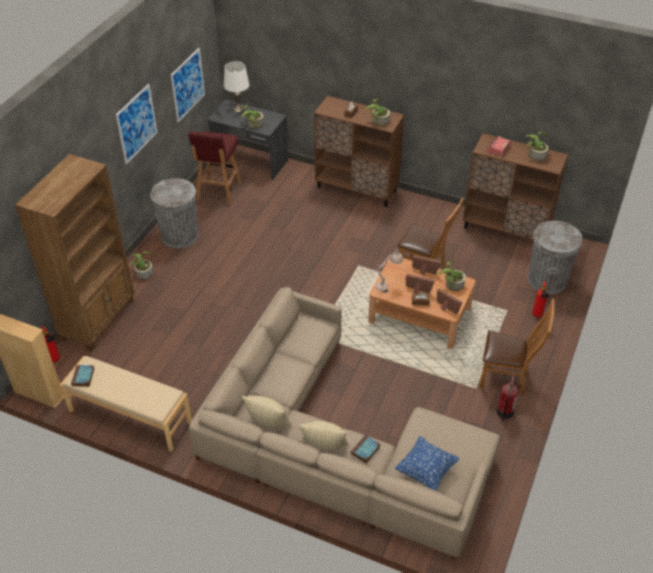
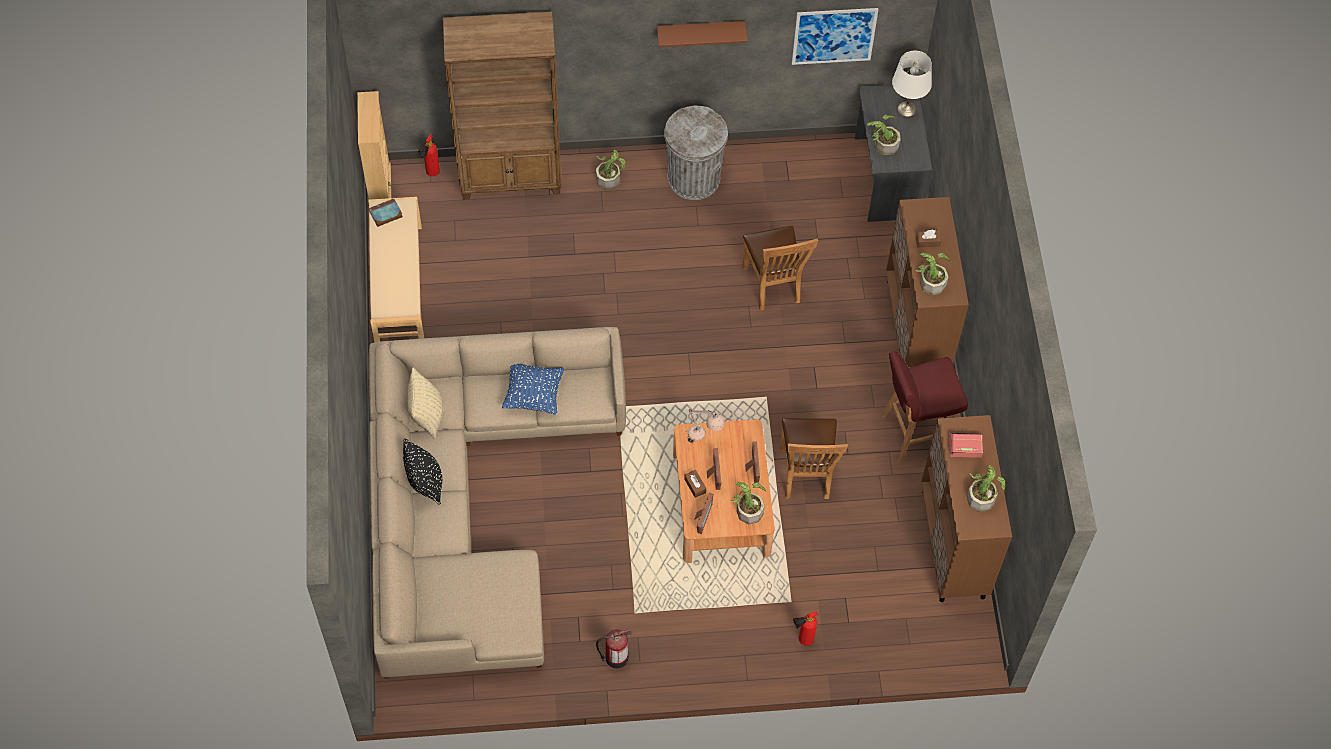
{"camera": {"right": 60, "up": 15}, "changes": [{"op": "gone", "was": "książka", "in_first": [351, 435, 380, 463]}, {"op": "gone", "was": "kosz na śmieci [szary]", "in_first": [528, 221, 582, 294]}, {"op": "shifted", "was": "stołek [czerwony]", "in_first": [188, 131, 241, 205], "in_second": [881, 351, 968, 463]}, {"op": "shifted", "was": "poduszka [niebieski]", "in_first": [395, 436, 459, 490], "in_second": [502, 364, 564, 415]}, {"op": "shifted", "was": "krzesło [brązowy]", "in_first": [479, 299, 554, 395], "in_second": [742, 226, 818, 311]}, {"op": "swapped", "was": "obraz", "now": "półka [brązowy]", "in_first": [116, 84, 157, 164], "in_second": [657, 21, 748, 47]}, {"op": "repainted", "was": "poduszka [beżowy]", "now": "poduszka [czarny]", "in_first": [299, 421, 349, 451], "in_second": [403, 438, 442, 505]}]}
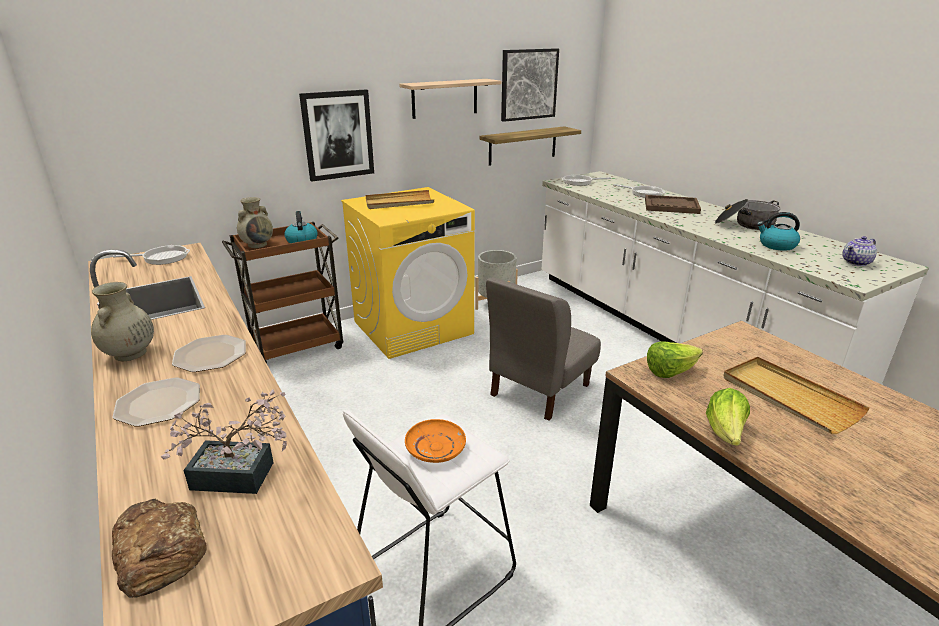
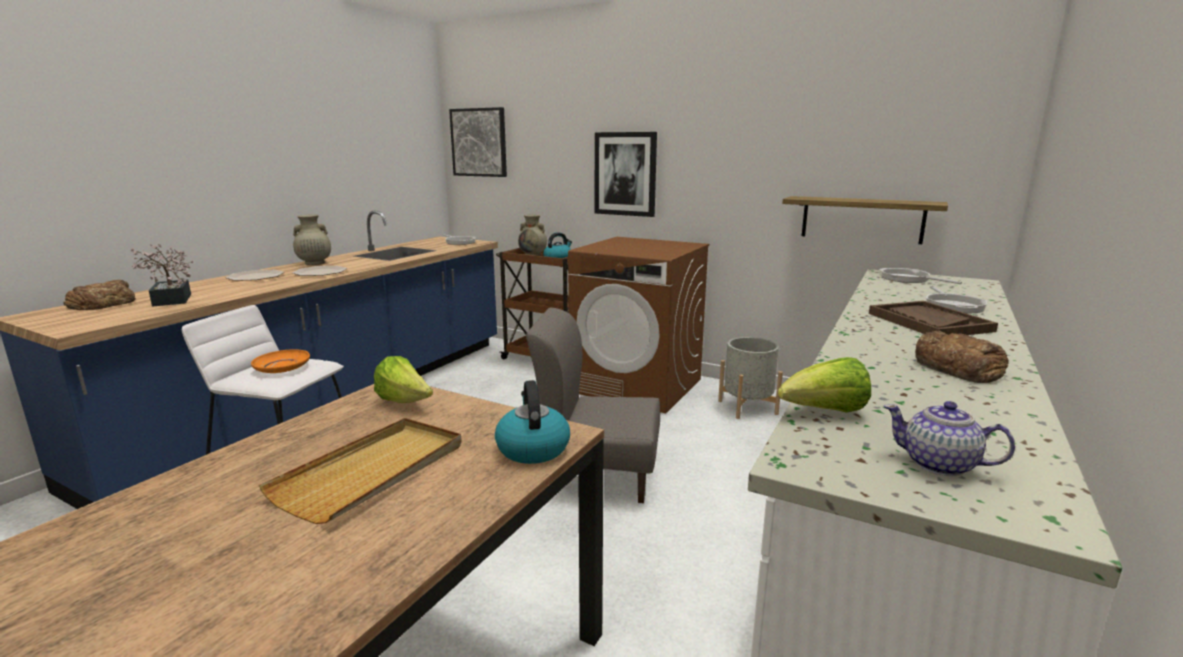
{"camera": {"right": 60, "up": -10}, "changes": [{"op": "gone", "was": "taca [beżowy]", "in_first": [366, 190, 434, 209]}, {"op": "gone", "was": "półka", "in_first": [399, 79, 502, 119]}, {"op": "shifted", "was": "obraz", "in_first": [501, 48, 559, 122], "in_second": [449, 107, 507, 177]}, {"op": "shifted", "was": "sałata", "in_first": [706, 388, 750, 446], "in_second": [778, 357, 871, 413]}, {"op": "shifted", "was": "czajnik", "in_first": [757, 212, 800, 251], "in_second": [495, 380, 570, 464]}, {"op": "swapped", "was": "garnek", "now": "chleb", "in_first": [715, 199, 781, 230], "in_second": [915, 331, 1009, 383]}, {"op": "repainted", "was": "pralka [żółty]", "now": "pralka [brązowy]", "in_first": [341, 187, 475, 359], "in_second": [568, 237, 709, 413]}]}
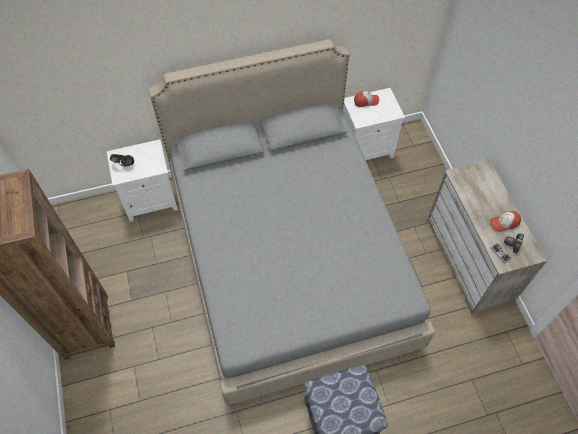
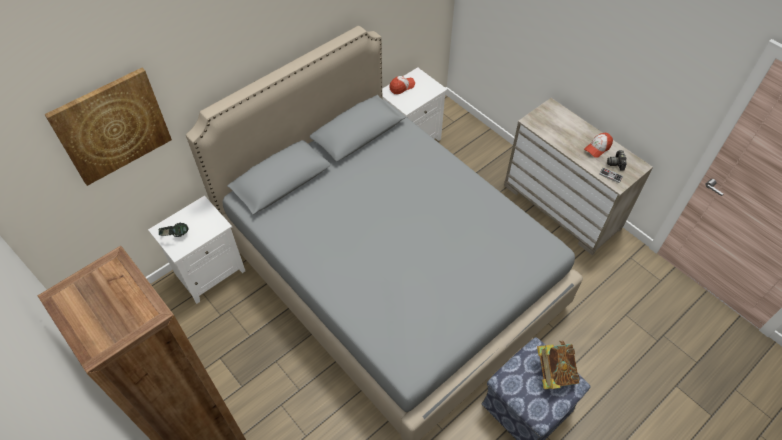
{"camera": {"right": -25, "up": -5}, "changes": [{"op": "new", "now": "obraz", "in_second": [44, 68, 172, 186]}, {"op": "new", "now": "książka", "in_second": [537, 341, 580, 389]}]}
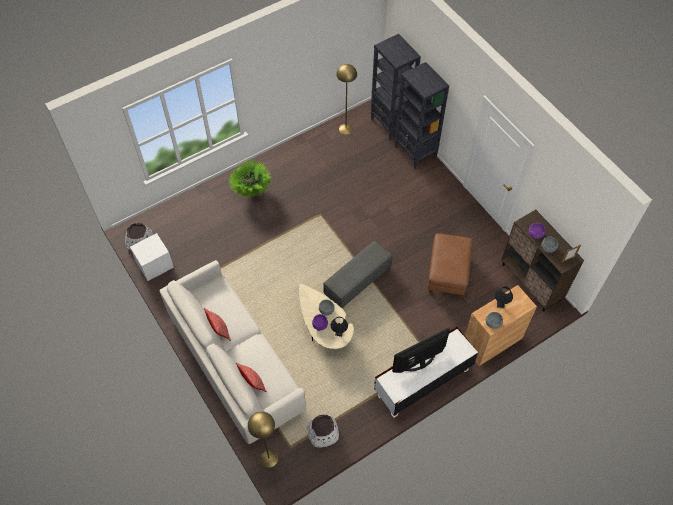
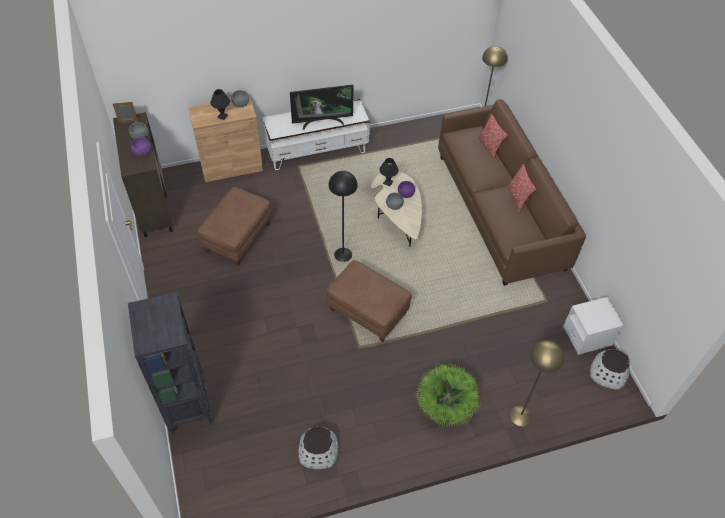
{"camera": {"right": -165, "up": -5}, "changes": [{"op": "gone", "was": "regał [czarny]", "in_first": [371, 34, 421, 141]}, {"op": "new", "now": "pufa [brązowy]", "in_second": [327, 260, 412, 342]}, {"op": "shifted", "was": "donica [biały]", "in_first": [307, 415, 339, 448], "in_second": [298, 427, 338, 469]}, {"op": "shifted", "was": "lampa stojąca [żółty]", "in_first": [336, 64, 357, 135], "in_second": [510, 340, 565, 426]}, {"op": "swapped", "was": "pufa [szary]", "now": "lampa stojąca [czarny]", "in_first": [323, 240, 392, 309], "in_second": [329, 171, 358, 262]}, {"op": "repainted", "was": "kanapa [biały]", "now": "kanapa [brązowy]", "in_first": [160, 260, 306, 444], "in_second": [438, 99, 586, 286]}]}
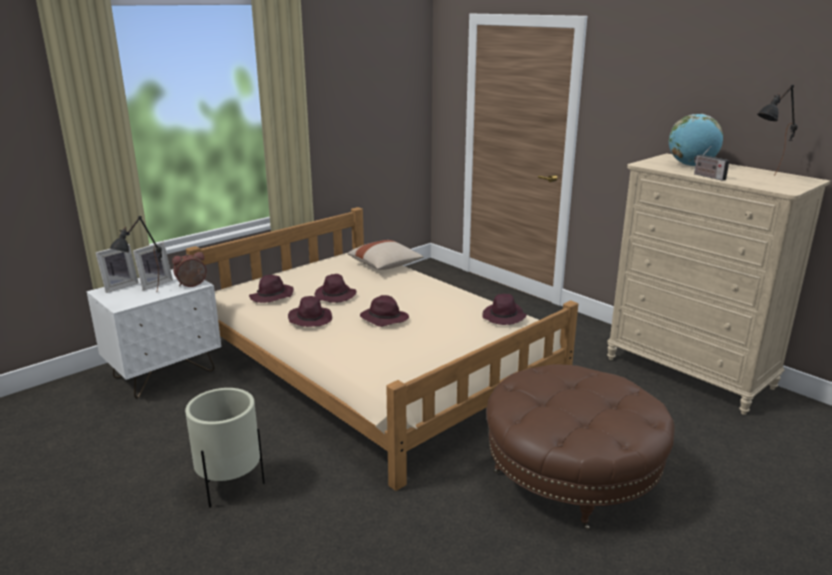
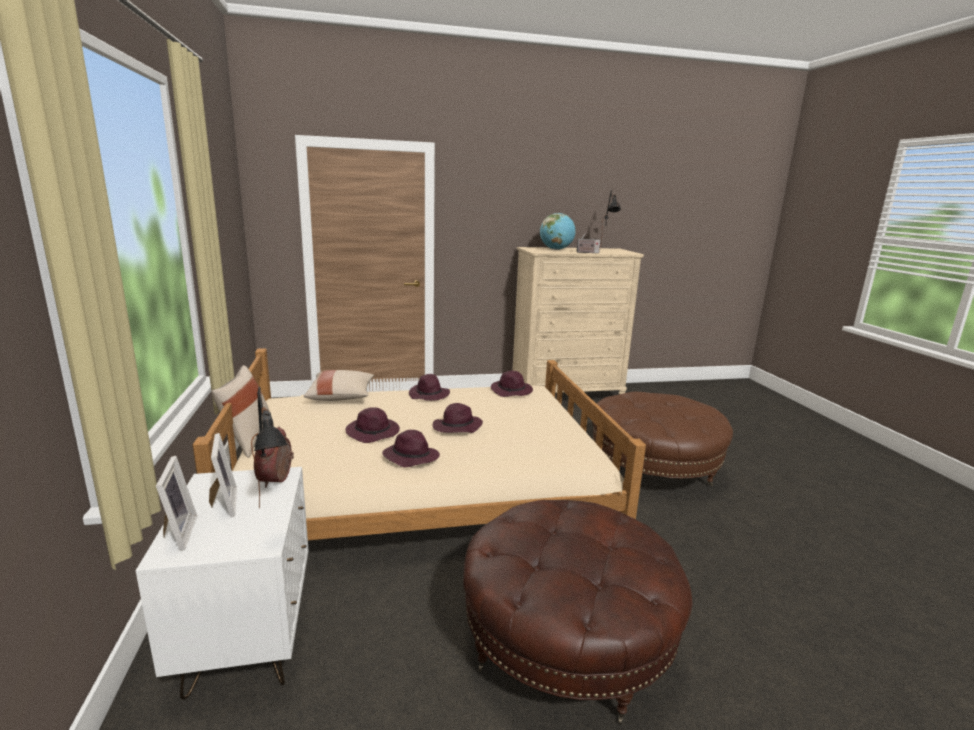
{"camera": {"right": -60, "up": -5}, "changes": [{"op": "new", "now": "poduszka [beżowy]", "in_second": [211, 365, 274, 458]}, {"op": "shifted", "was": "kapelusz [fioletowy]", "in_first": [249, 275, 294, 303], "in_second": [409, 374, 450, 401]}, {"op": "swapped", "was": "donica [beżowy]", "now": "pufa [brązowy]", "in_first": [185, 388, 265, 508], "in_second": [463, 500, 693, 724]}]}
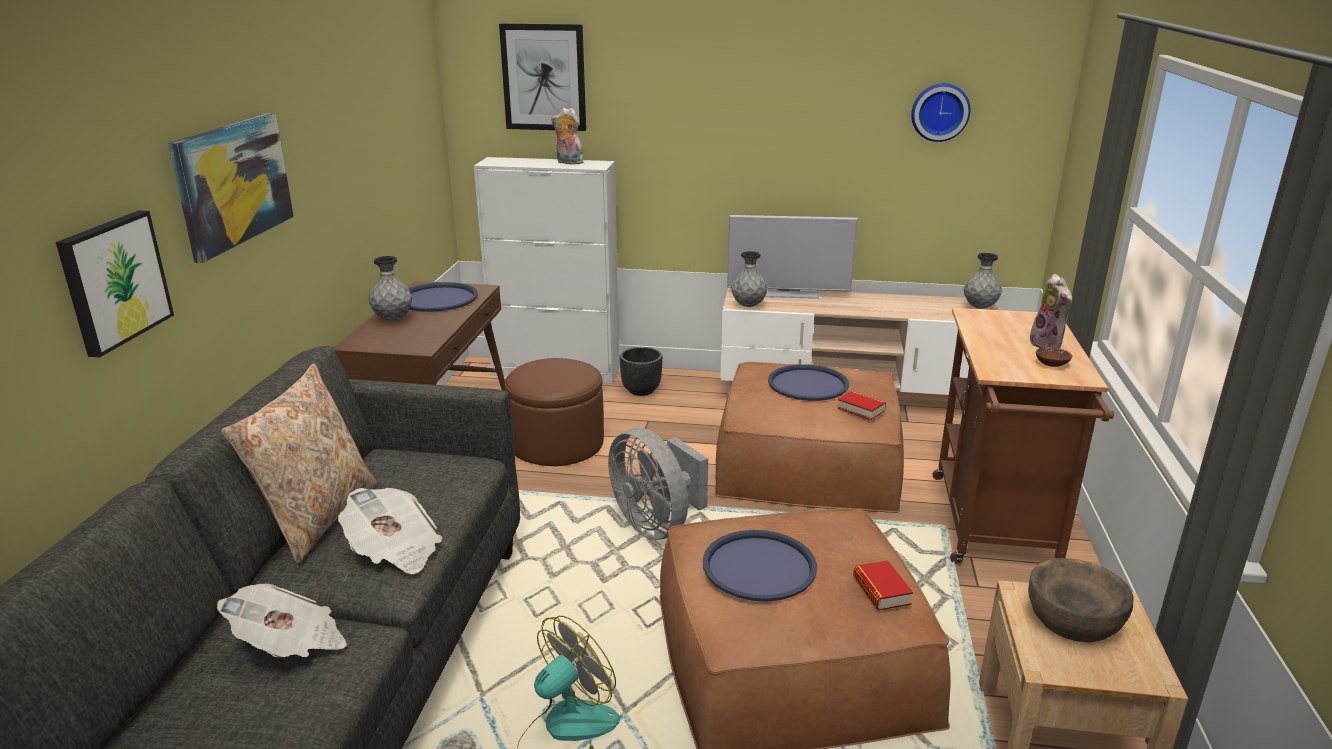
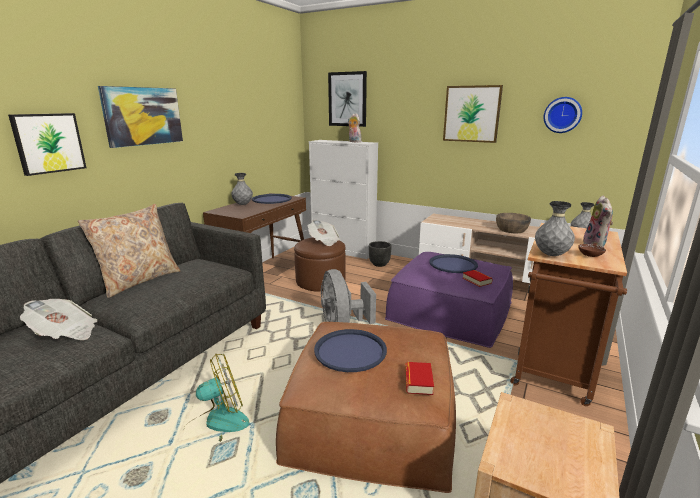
{"camera": {"right": 20, "up": -5}, "changes": [{"op": "gone", "was": "telewizor", "in_first": [727, 215, 858, 299]}, {"op": "new", "now": "obraz", "in_second": [443, 85, 503, 143]}, {"op": "shifted", "was": "gazeta", "in_first": [338, 488, 442, 574], "in_second": [308, 220, 340, 246]}, {"op": "shifted", "was": "wazon [szary]", "in_first": [731, 251, 768, 307], "in_second": [535, 201, 575, 256]}, {"op": "shifted", "was": "miska [brązowy]", "in_first": [1028, 558, 1134, 642], "in_second": [496, 213, 531, 233]}, {"op": "repainted", "was": "pufa [brązowy]", "now": "pufa [fioletowy]", "in_first": [715, 362, 904, 513], "in_second": [385, 252, 513, 348]}]}
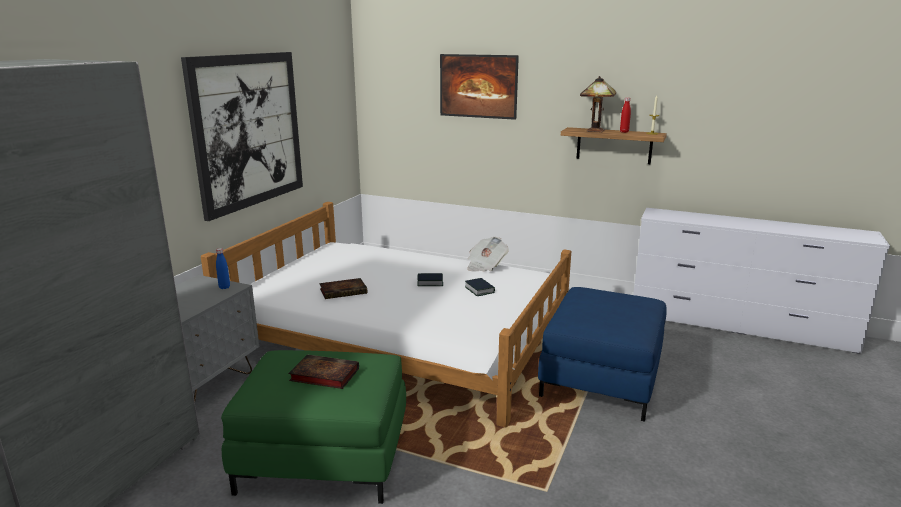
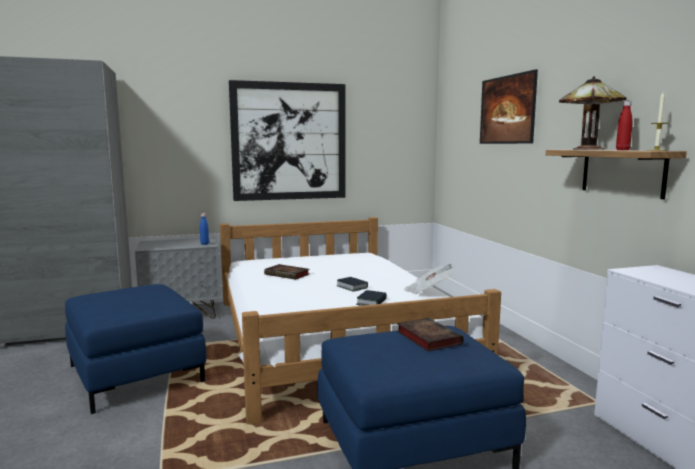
{"camera": {"right": 50, "up": -10}, "changes": [{"op": "shifted", "was": "książka", "in_first": [288, 354, 359, 389], "in_second": [397, 318, 463, 351]}, {"op": "repainted", "was": "pufa [zielony]", "now": "pufa [niebieski]", "in_first": [221, 350, 406, 504], "in_second": [65, 284, 206, 414]}]}
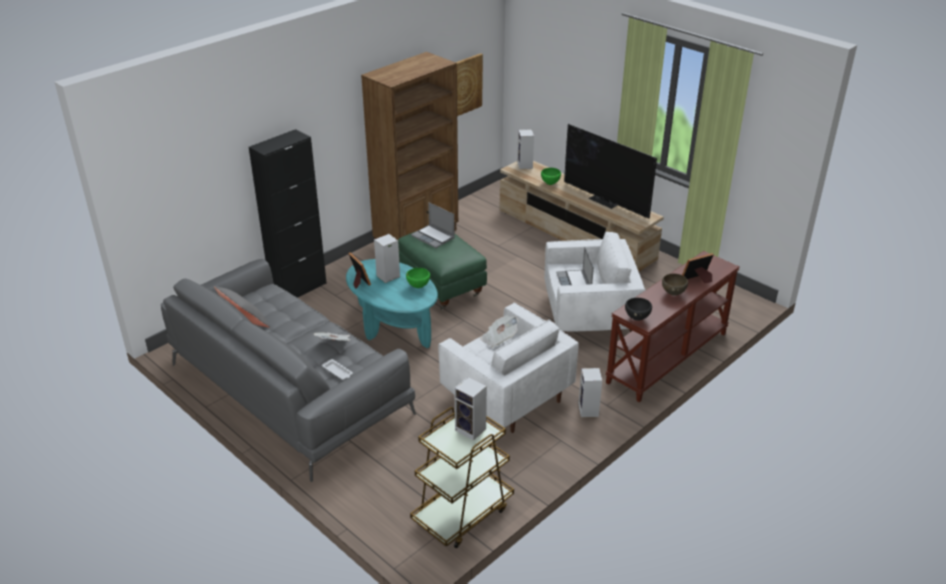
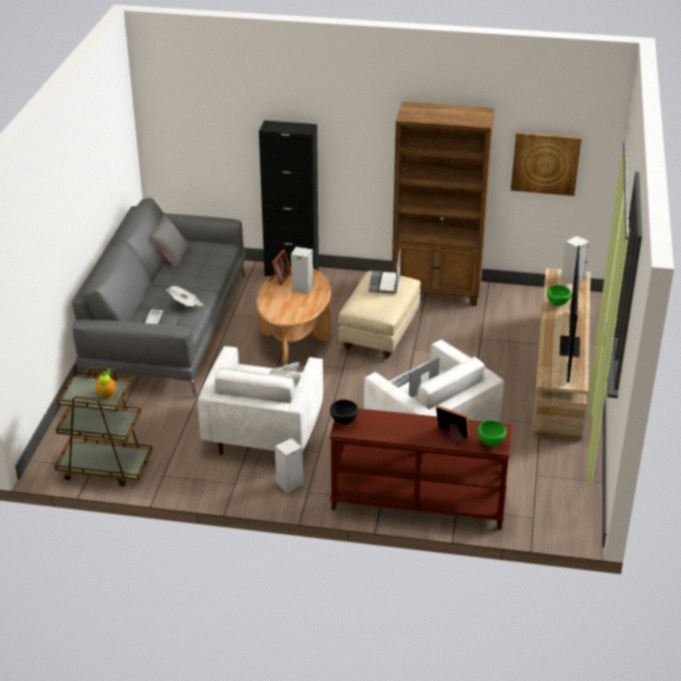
{"camera": {"right": 55, "up": 0}, "changes": [{"op": "gone", "was": "miska [brązowy]", "in_first": [662, 274, 688, 296]}, {"op": "shifted", "was": "miska [zielony]", "in_first": [406, 268, 430, 288], "in_second": [478, 421, 507, 446]}, {"op": "swapped", "was": "głośnik", "now": "imbryk", "in_first": [454, 377, 487, 441], "in_second": [95, 369, 116, 399]}, {"op": "repainted", "was": "ława [turkusowy]", "now": "ława [brązowy]", "in_first": [346, 259, 438, 348], "in_second": [256, 269, 331, 366]}, {"op": "repainted", "was": "pufa [zielony]", "now": "pufa [beżowy]", "in_first": [398, 232, 487, 310], "in_second": [338, 271, 421, 360]}]}
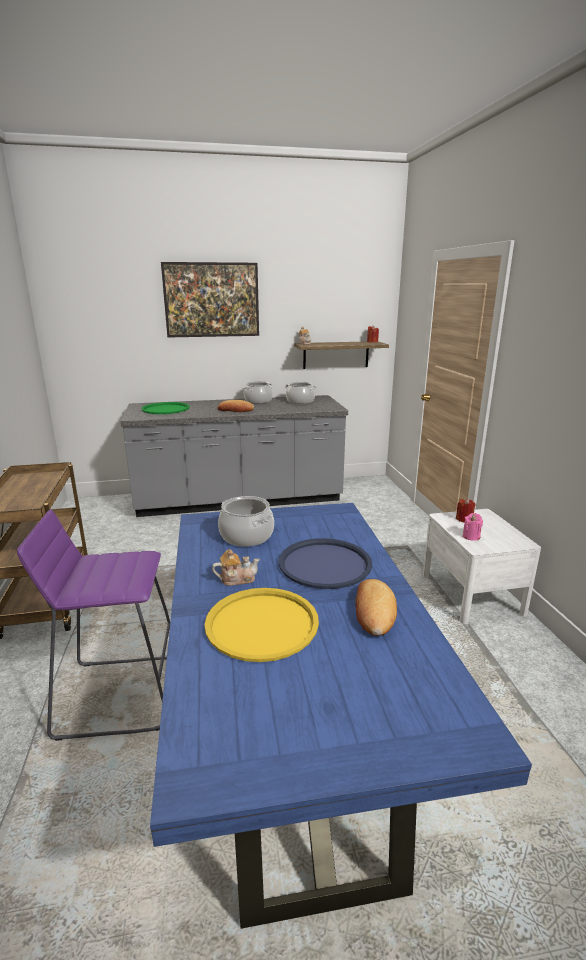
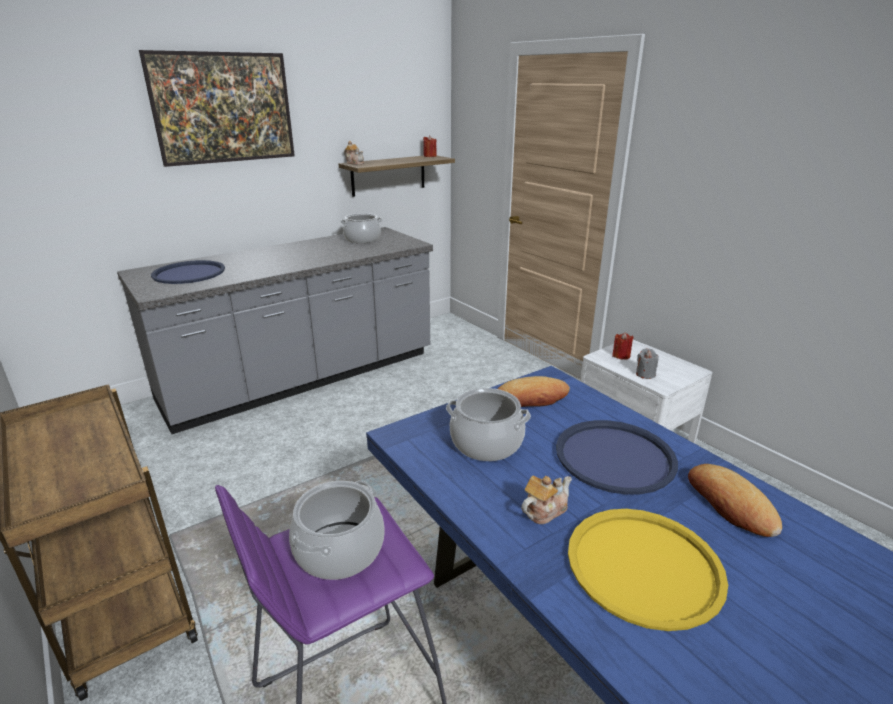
{"camera": {"right": -25, "up": 5}, "changes": [{"op": "shifted", "was": "chleb", "in_first": [218, 400, 254, 412], "in_second": [497, 376, 570, 407]}, {"op": "shifted", "was": "garnek", "in_first": [244, 381, 273, 403], "in_second": [289, 481, 385, 580]}, {"op": "repainted", "was": "taca [zielony]", "now": "taca [niebieski]", "in_first": [141, 402, 190, 414], "in_second": [151, 260, 225, 284]}, {"op": "repainted", "was": "świeca [różowy]", "now": "świeca [szary]", "in_first": [463, 513, 483, 541], "in_second": [636, 348, 659, 379]}]}
